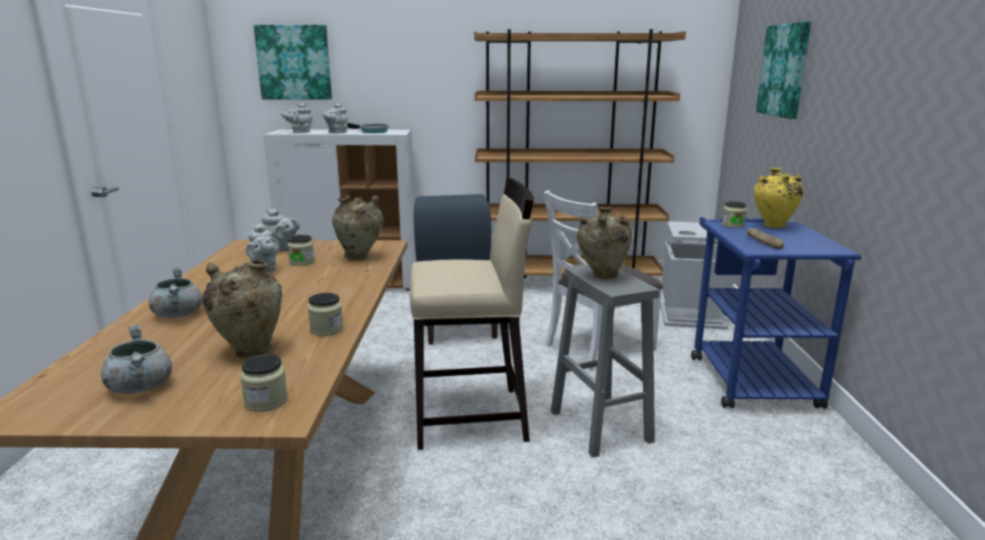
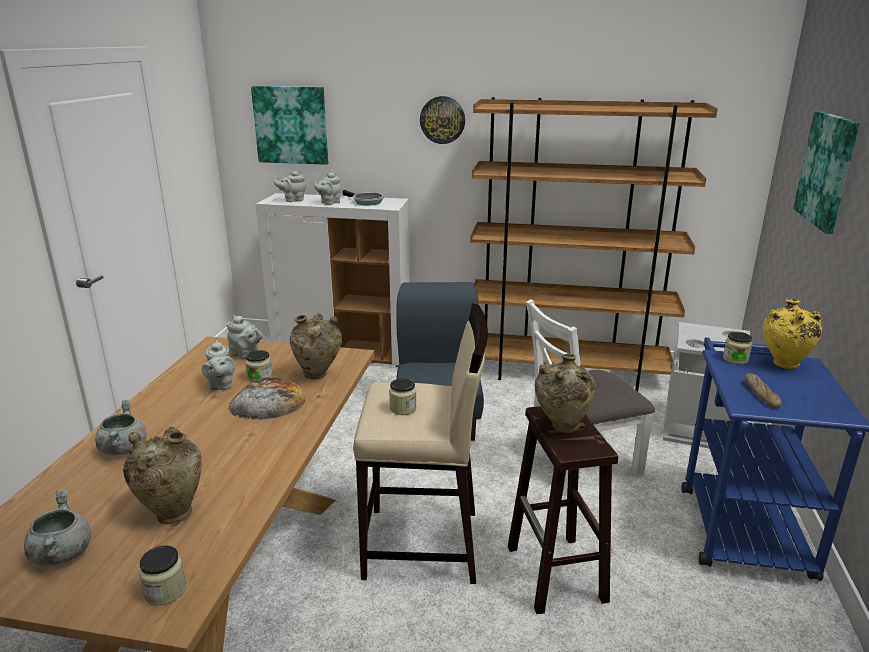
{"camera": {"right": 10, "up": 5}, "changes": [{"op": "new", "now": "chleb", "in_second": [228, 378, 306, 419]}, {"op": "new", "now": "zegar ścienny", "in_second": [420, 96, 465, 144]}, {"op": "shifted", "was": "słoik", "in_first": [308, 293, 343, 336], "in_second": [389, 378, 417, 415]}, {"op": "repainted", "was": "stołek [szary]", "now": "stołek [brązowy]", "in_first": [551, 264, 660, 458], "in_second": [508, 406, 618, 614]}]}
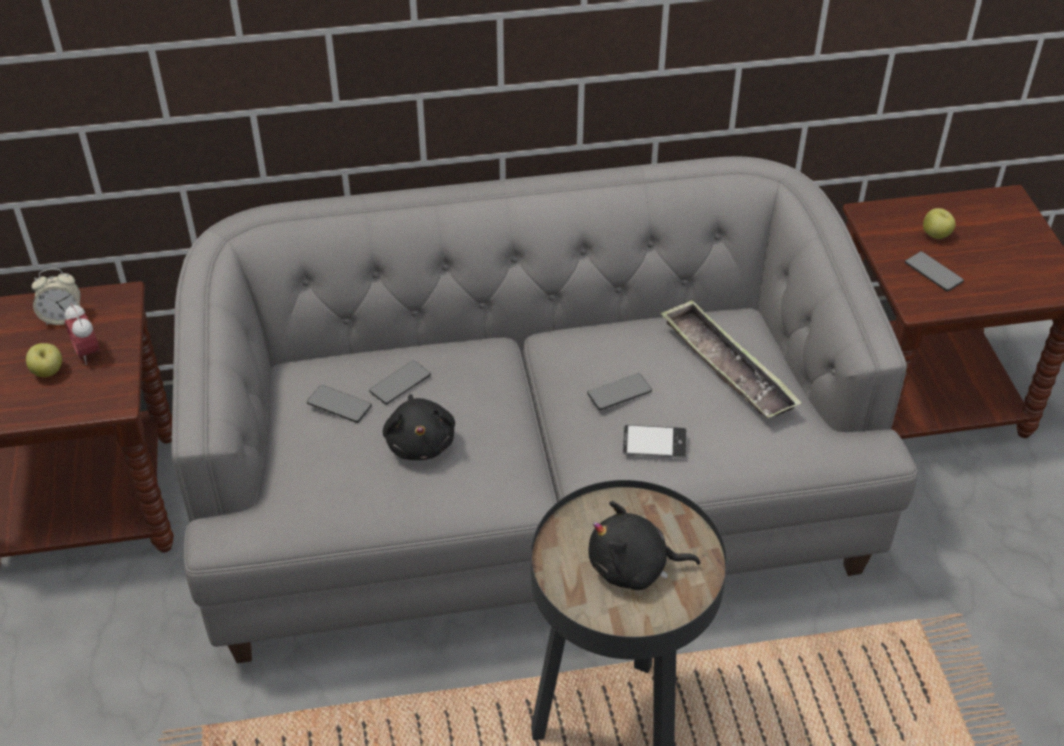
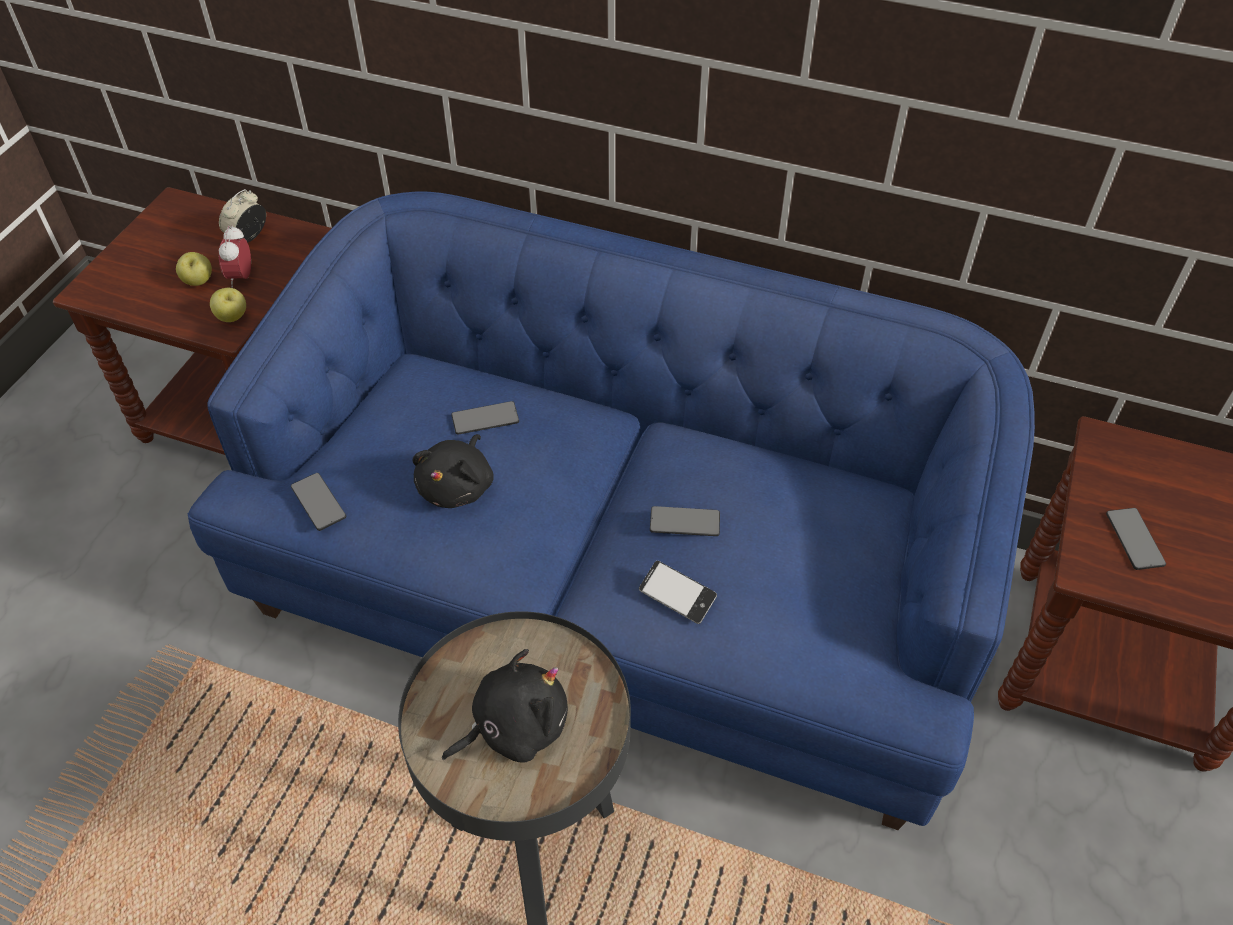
{"camera": {"right": 30, "up": 5}, "changes": [{"op": "gone", "was": "taca", "in_first": [660, 300, 802, 418]}, {"op": "shifted", "was": "telefon", "in_first": [307, 385, 372, 423], "in_second": [291, 473, 346, 531]}, {"op": "shifted", "was": "jabłko", "in_first": [923, 208, 955, 239], "in_second": [210, 288, 246, 322]}, {"op": "repainted", "was": "kanapa [szary]", "now": "kanapa [niebieski]", "in_first": [171, 156, 917, 663], "in_second": [188, 192, 1035, 830]}, {"op": "rotated", "was": "budzik", "in_first": [32, 269, 81, 325], "in_second": [219, 189, 266, 243], "clockwise": 105}, {"op": "rotated", "was": "pluszak [czarny]", "in_first": [588, 501, 700, 590], "in_second": [442, 649, 568, 763], "clockwise": 120}]}
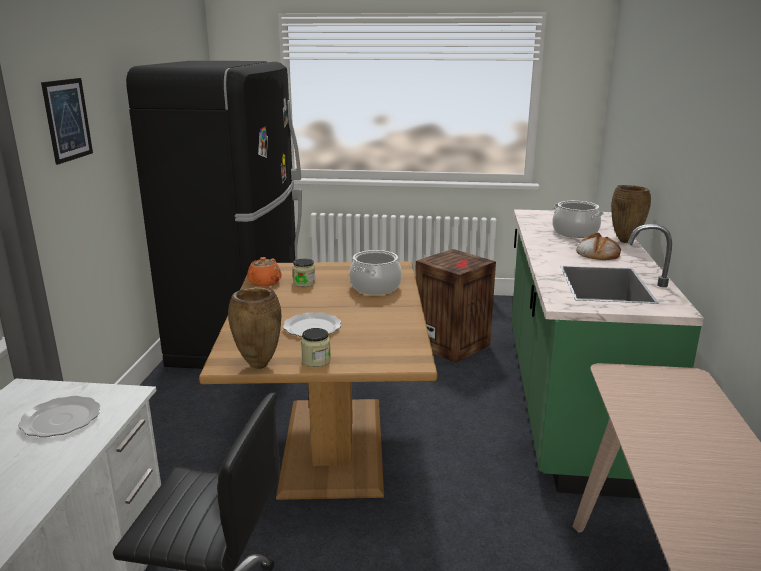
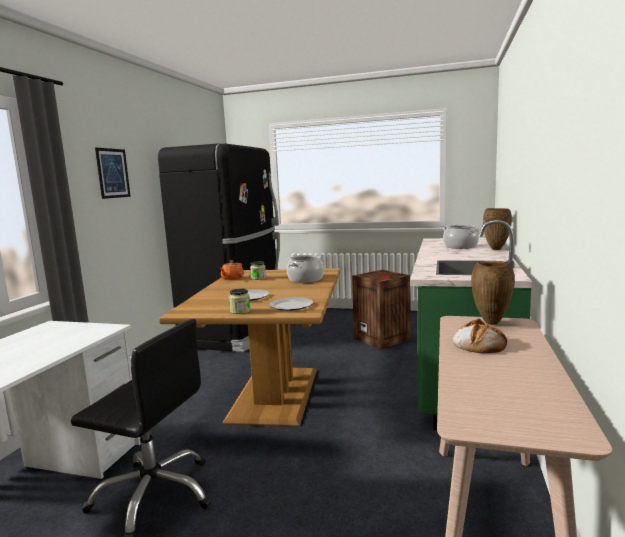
{"camera": {"right": 10, "up": -10}, "changes": [{"op": "shifted", "was": "talerz", "in_first": [18, 396, 101, 437], "in_second": [269, 297, 314, 311]}, {"op": "shifted", "was": "wazon [brązowy]", "in_first": [228, 287, 281, 369], "in_second": [471, 261, 515, 325]}, {"op": "shifted", "was": "chleb", "in_first": [576, 233, 621, 260], "in_second": [453, 319, 507, 353]}]}
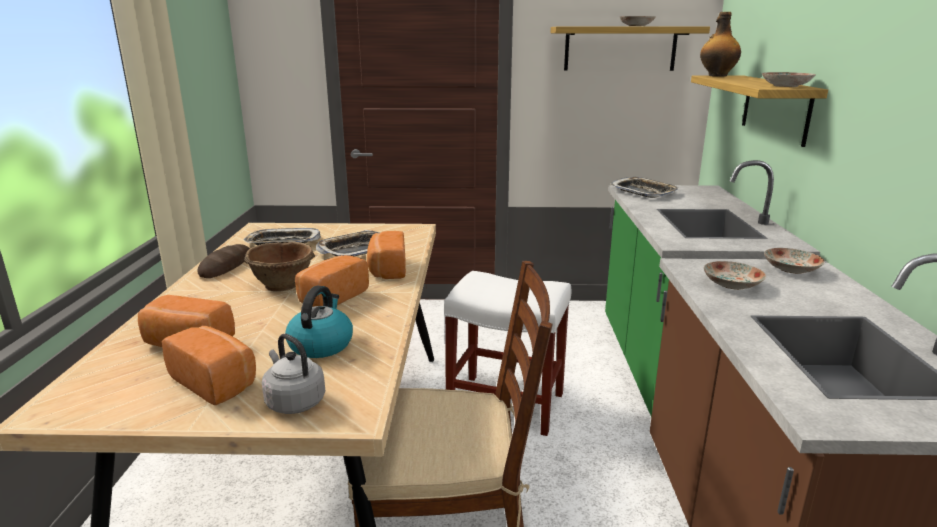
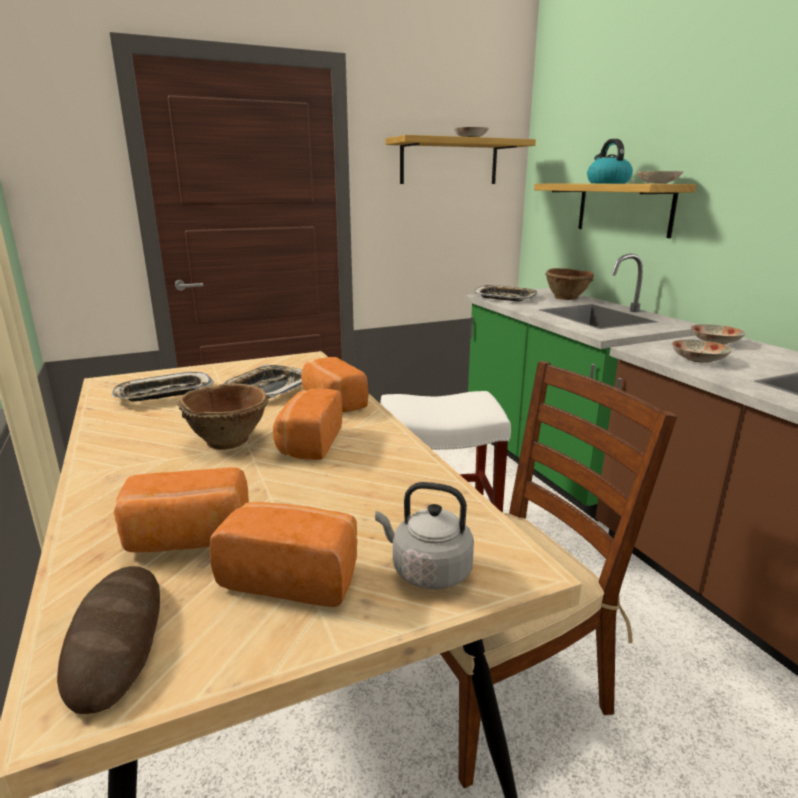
{"camera": {"right": -25, "up": 0}, "changes": [{"op": "gone", "was": "butelka", "in_first": [700, 12, 741, 77]}, {"op": "new", "now": "miska [brązowy]", "in_second": [545, 268, 594, 300]}, {"op": "shifted", "was": "chleb", "in_first": [198, 244, 250, 278], "in_second": [57, 566, 160, 714]}, {"op": "shifted", "was": "czajnik", "in_first": [285, 286, 353, 358], "in_second": [587, 139, 633, 183]}]}
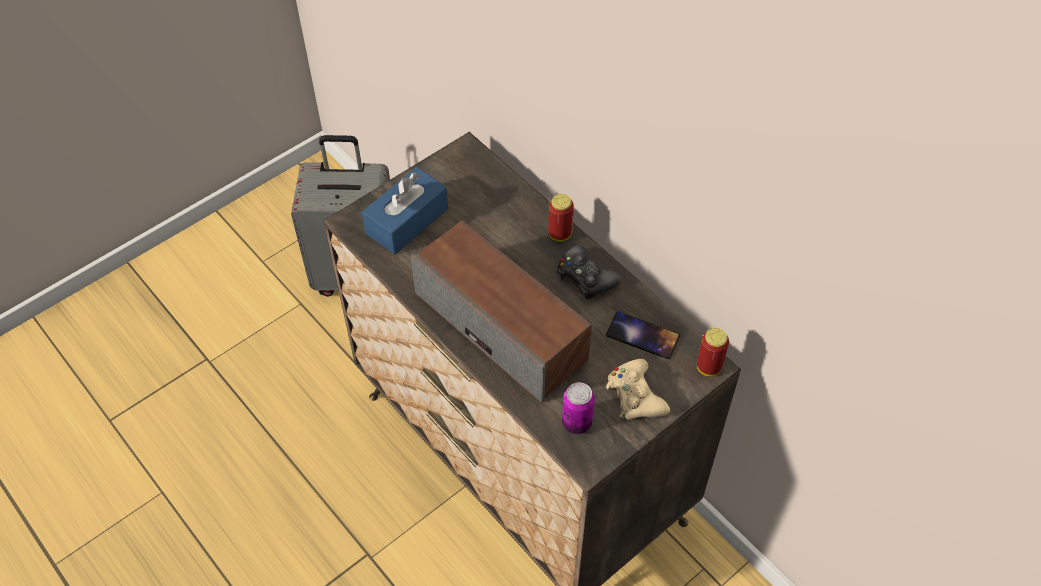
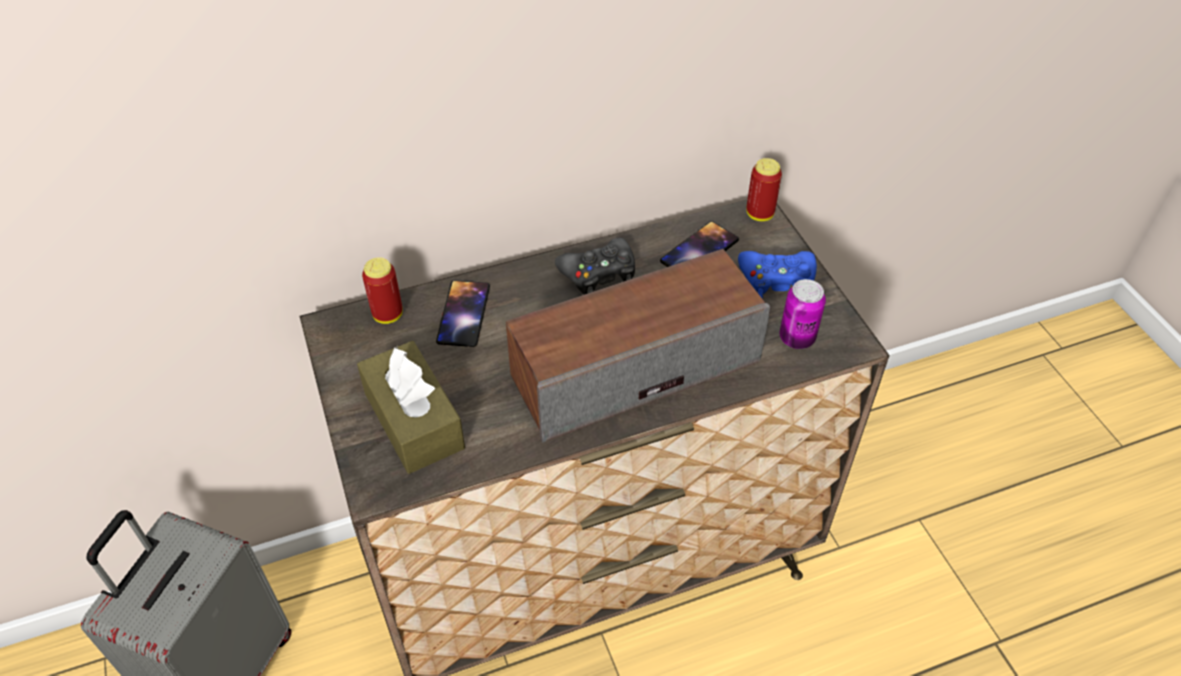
{"camera": {"right": -70, "up": -5}, "changes": [{"op": "new", "now": "telefon", "in_second": [436, 280, 490, 347]}, {"op": "shifted", "was": "puszka", "in_first": [548, 194, 574, 242], "in_second": [362, 257, 403, 324]}, {"op": "repainted", "was": "pudełko chusteczek [niebieski]", "now": "pudełko chusteczek [brązowy]", "in_first": [362, 167, 448, 254], "in_second": [357, 341, 465, 474]}, {"op": "repainted", "was": "pad do gier [beżowy]", "now": "pad do gier [niebieski]", "in_first": [606, 359, 670, 420], "in_second": [738, 251, 817, 298]}]}
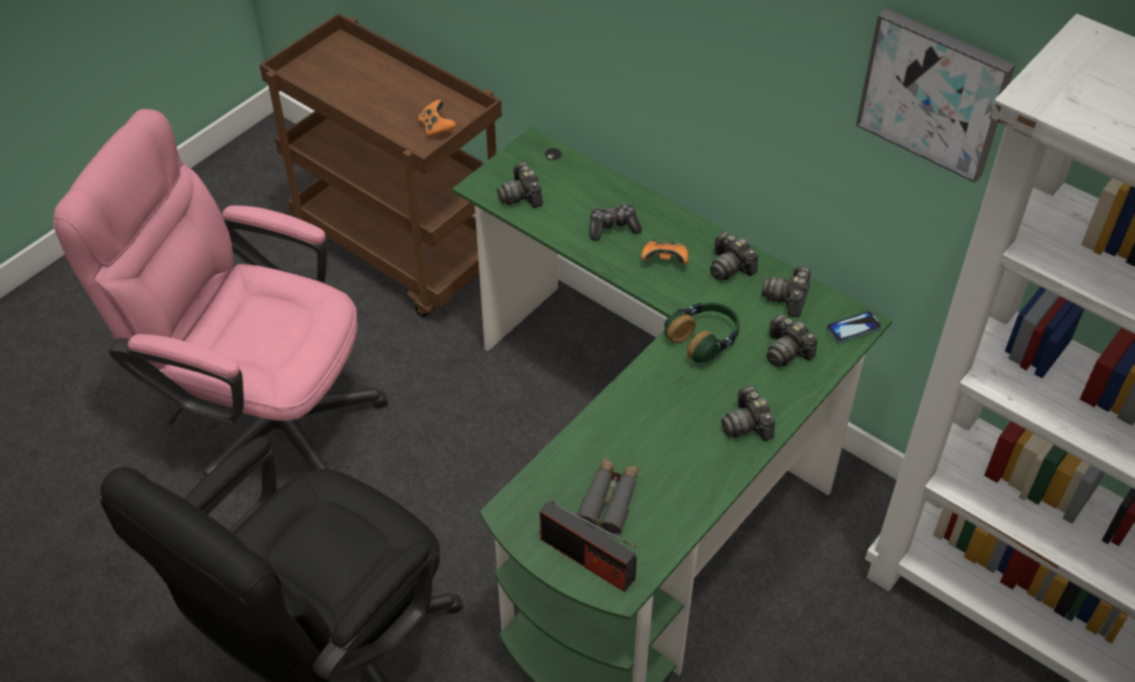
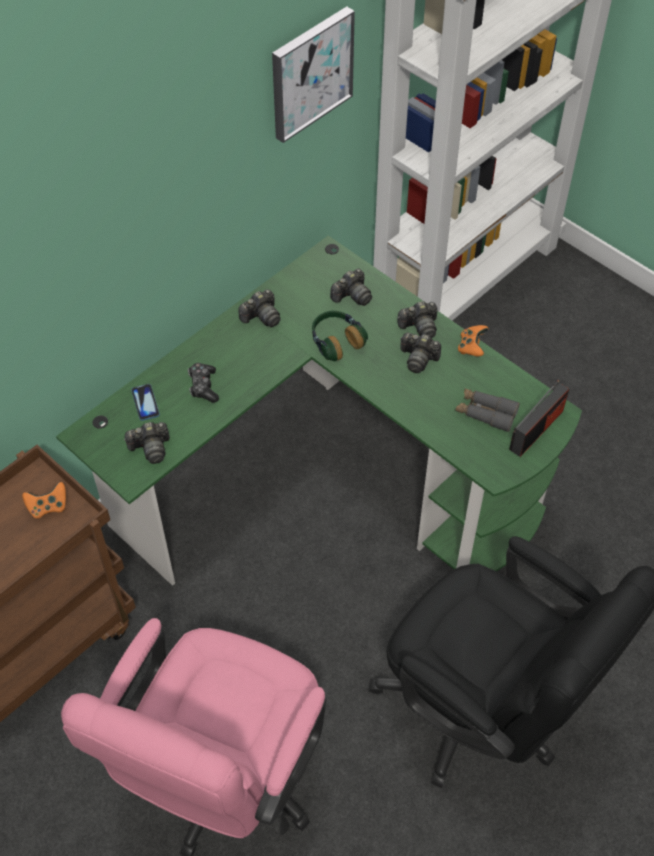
{"camera": {"right": -85, "up": 5}, "changes": [{"op": "shifted", "was": "pad do gier [pomarańczowy]", "in_first": [641, 238, 689, 264], "in_second": [458, 325, 489, 356]}, {"op": "shifted", "was": "aparat fotograficzny", "in_first": [762, 267, 811, 317], "in_second": [400, 333, 441, 373]}, {"op": "shifted", "was": "telefon", "in_first": [826, 311, 882, 343], "in_second": [131, 384, 160, 421]}]}
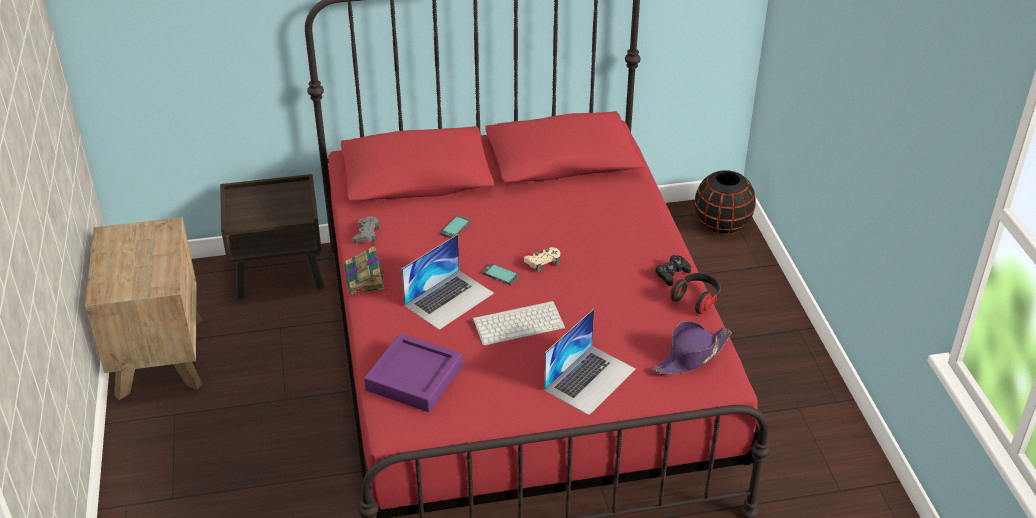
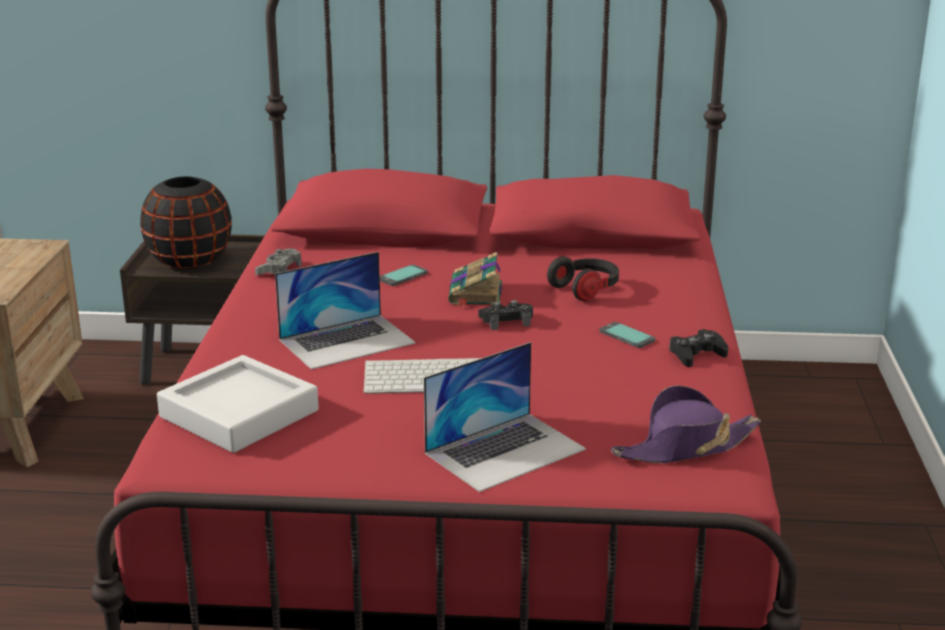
{"camera": {"right": 15, "up": -15}, "changes": [{"op": "shifted", "was": "książka", "in_first": [344, 246, 385, 297], "in_second": [449, 252, 503, 306]}, {"op": "shifted", "was": "telefon", "in_first": [482, 263, 519, 285], "in_second": [599, 322, 655, 348]}, {"op": "shifted", "was": "słuchawki", "in_first": [670, 273, 721, 314], "in_second": [547, 256, 619, 301]}, {"op": "shifted", "was": "wazon [czarny]", "in_first": [695, 170, 756, 234], "in_second": [140, 177, 232, 269]}, {"op": "repainted", "was": "taca [fioletowy]", "now": "taca [szary]", "in_first": [364, 333, 463, 412], "in_second": [157, 355, 319, 453]}, {"op": "repainted", "was": "pad do gier [beżowy]", "now": "pad do gier [czarny]", "in_first": [524, 247, 560, 273], "in_second": [478, 300, 533, 330]}]}
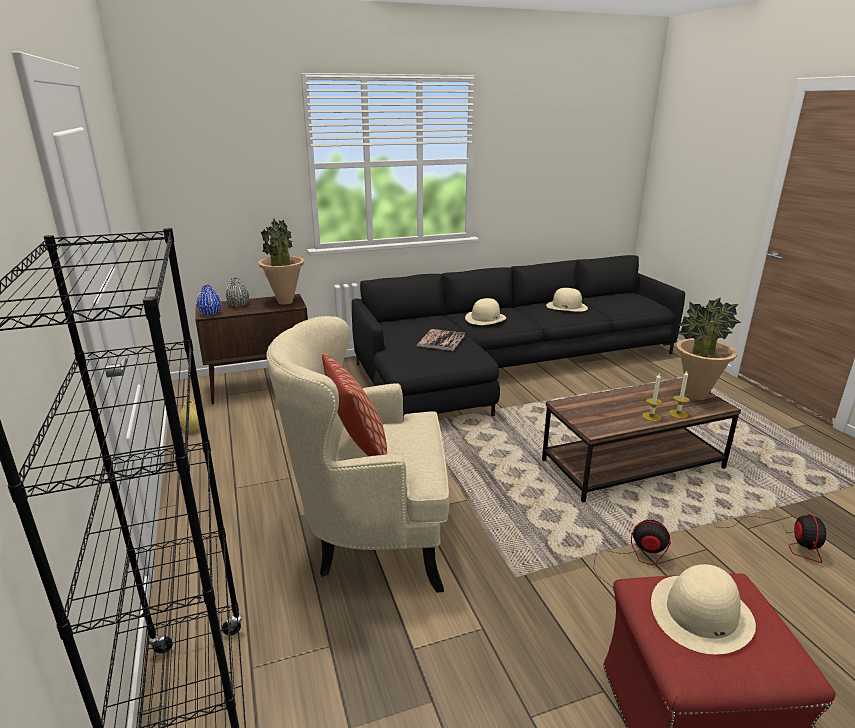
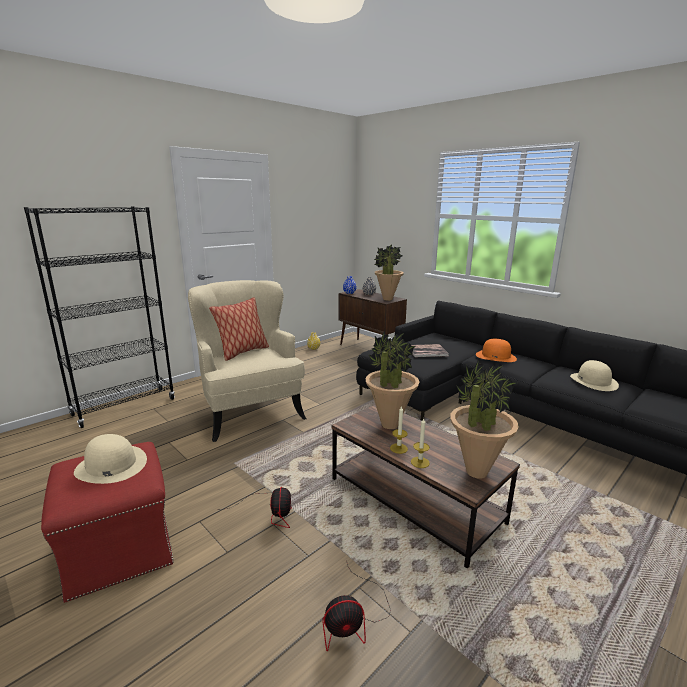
{"camera": {"right": 65, "up": -5}, "changes": [{"op": "new", "now": "roślina doniczkowa", "in_second": [365, 331, 419, 429]}, {"op": "repainted", "was": "kapelusz [beżowy]", "now": "kapelusz [pomarańczowy]", "in_first": [465, 298, 506, 325], "in_second": [476, 339, 517, 362]}]}
